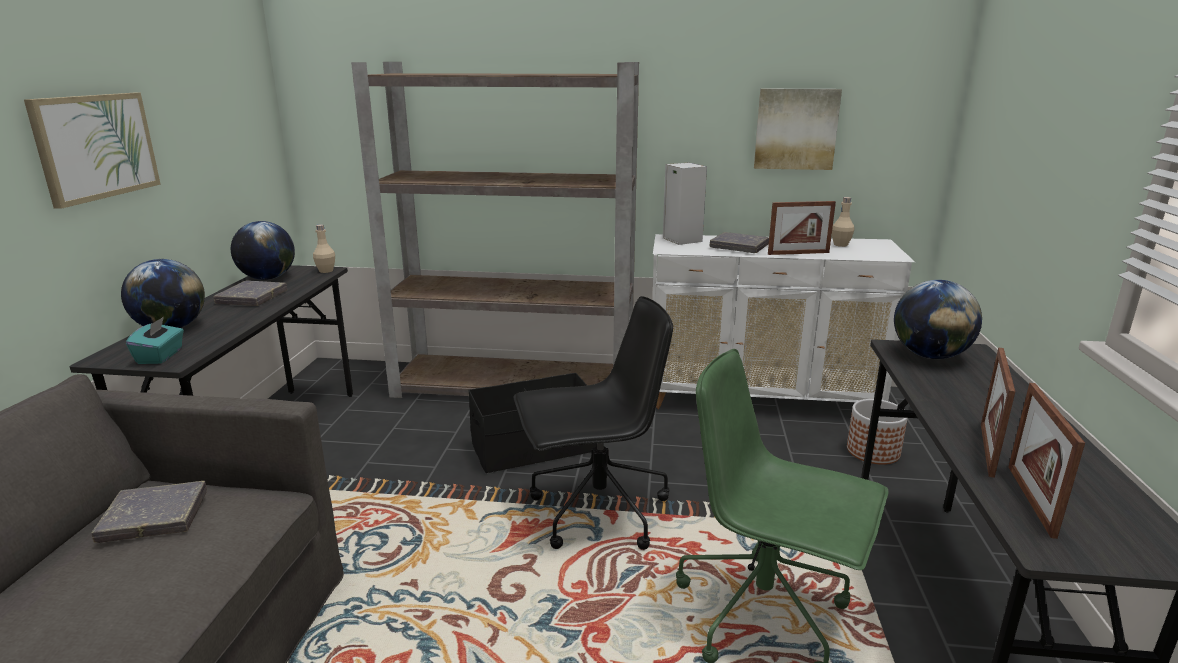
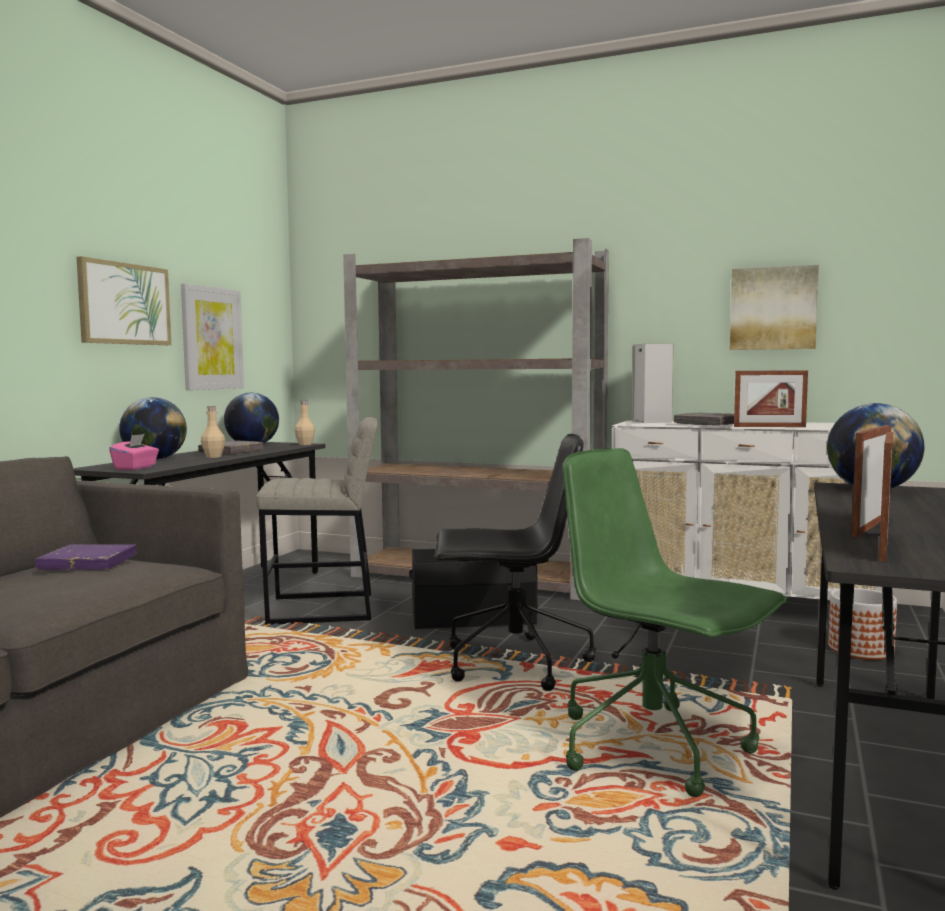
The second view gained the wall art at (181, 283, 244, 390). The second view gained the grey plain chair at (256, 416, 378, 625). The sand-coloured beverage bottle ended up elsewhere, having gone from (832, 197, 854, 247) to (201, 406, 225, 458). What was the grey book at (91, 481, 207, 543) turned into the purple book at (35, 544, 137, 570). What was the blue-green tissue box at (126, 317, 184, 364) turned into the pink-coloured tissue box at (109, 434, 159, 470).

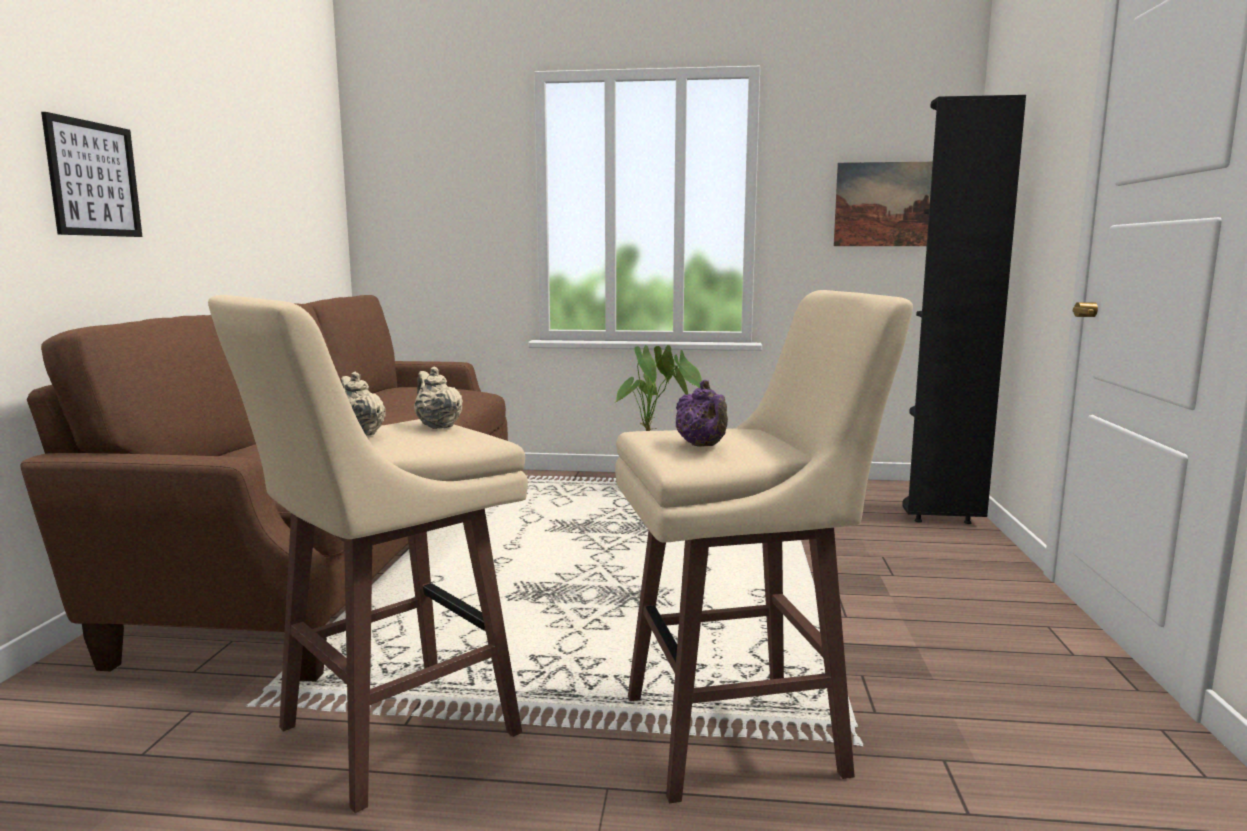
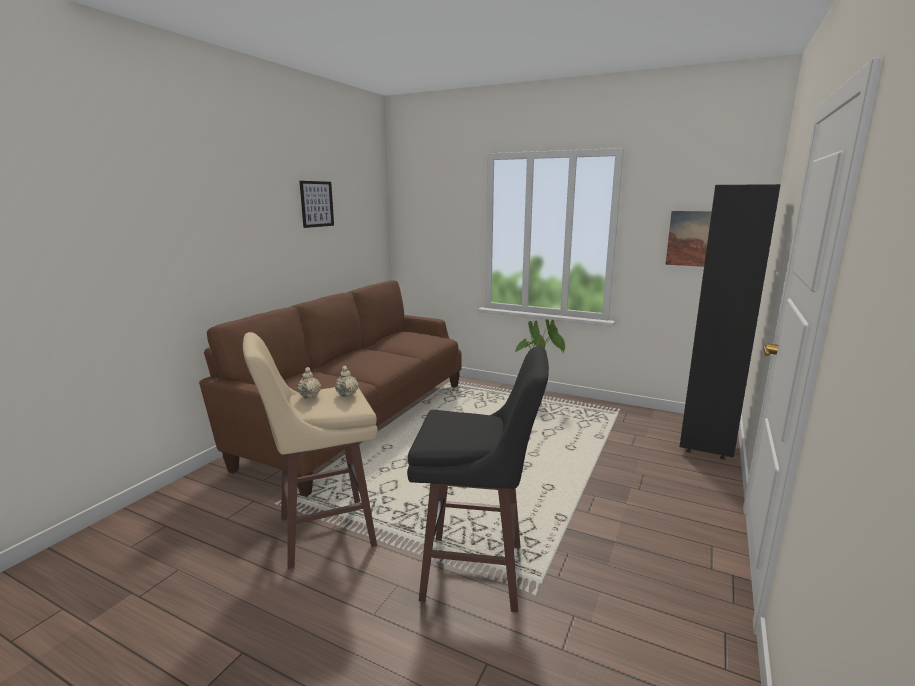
The second view lost the purple tea pot at (676, 380, 728, 447). The wall art ended up elsewhere, having gone from (41, 112, 142, 237) to (299, 181, 334, 228). What was the sand-coloured stool at (615, 290, 913, 803) turned into the black-coloured stool at (407, 346, 549, 612).

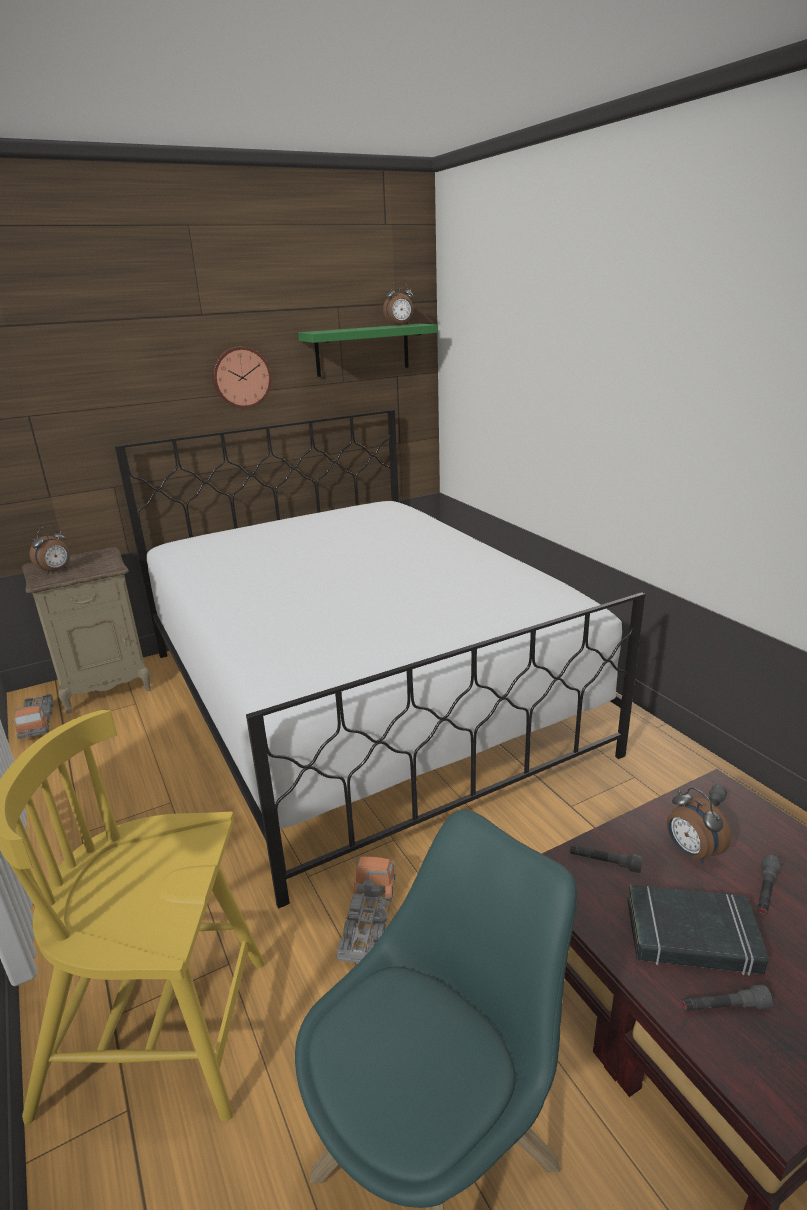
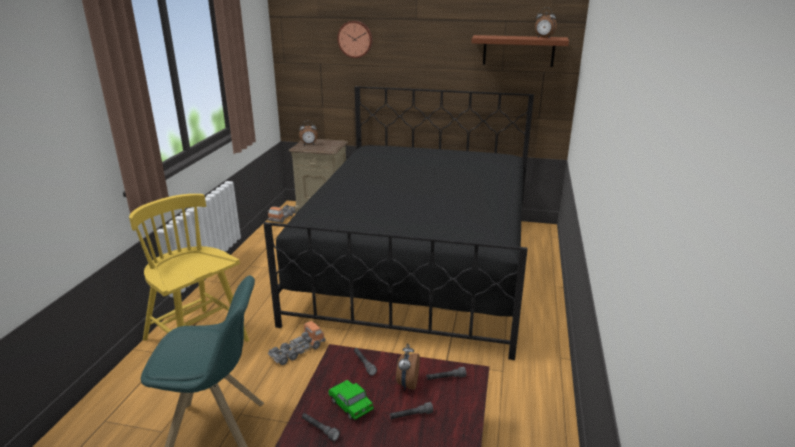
The hanging clock ended up elsewhere, having gone from (212, 346, 272, 408) to (337, 21, 372, 58). Where the black-coloured book stood at (627, 885, 769, 976), the toy car came to stand at (328, 380, 374, 420). What was the white sleeping bed at (114, 410, 645, 909) turned into the black-coloured sleeping bed at (264, 86, 534, 360). What was the green wall shelf at (298, 324, 438, 377) turned into the brownish wall shelf at (471, 35, 569, 67).

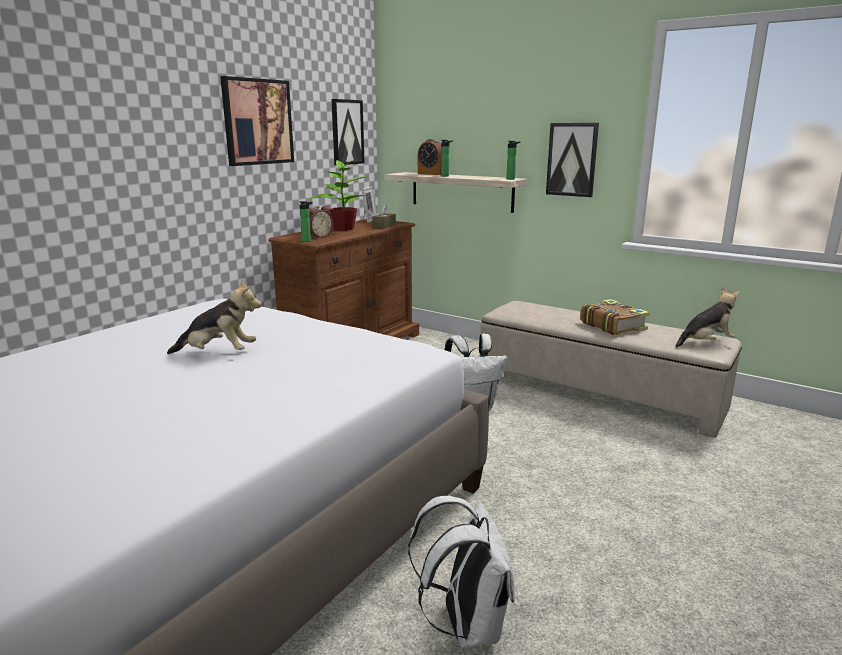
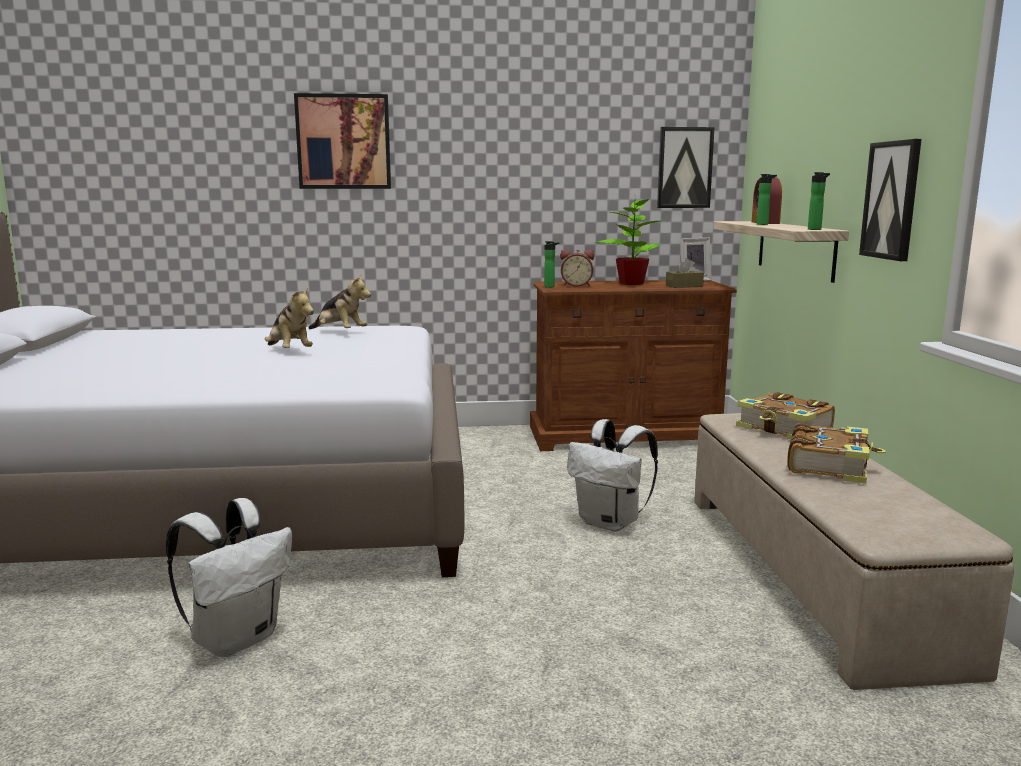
The second view gained the book at (736, 392, 835, 440). The wall art ended up elsewhere, having gone from (220, 76, 294, 166) to (294, 93, 391, 189). The soft toy ended up elsewhere, having gone from (675, 288, 740, 348) to (309, 274, 371, 329).

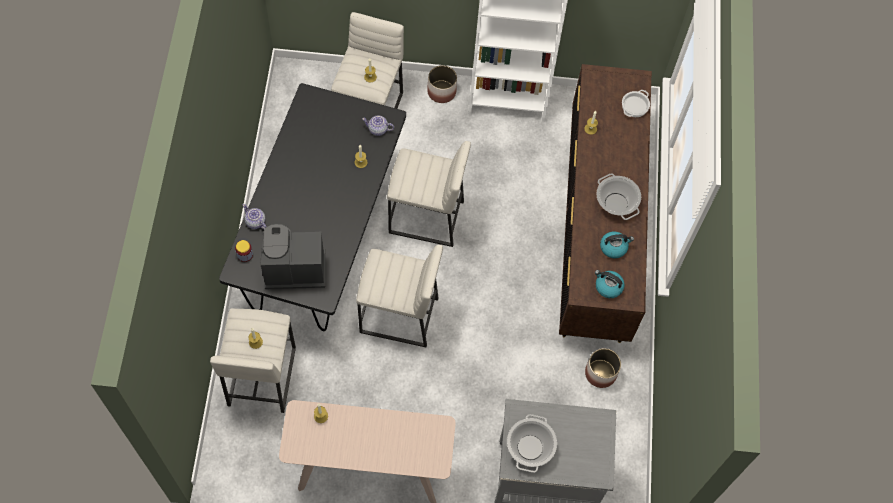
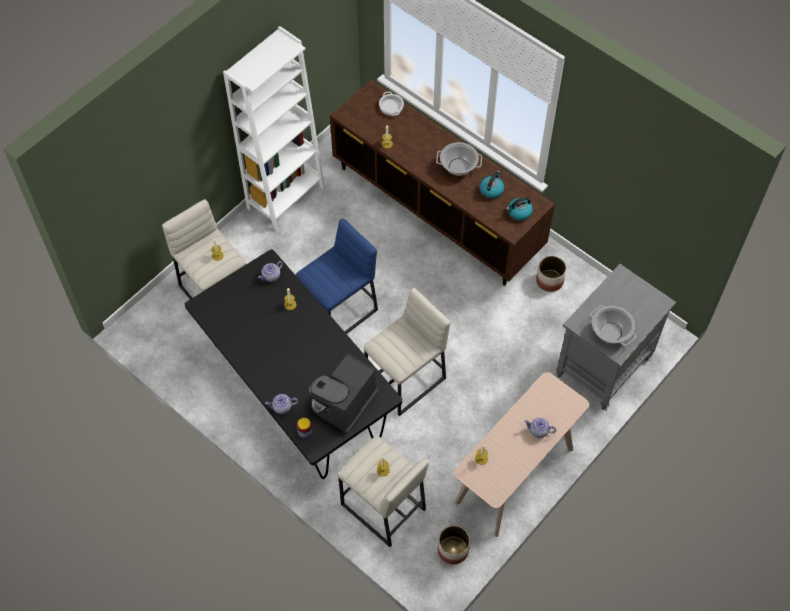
The second view gained the tea pot at (524, 418, 556, 438). The planter ended up elsewhere, having gone from (427, 65, 457, 103) to (438, 525, 470, 564). What was the sand-coloured stool at (387, 141, 471, 247) turned into the blue stool at (295, 218, 378, 334).

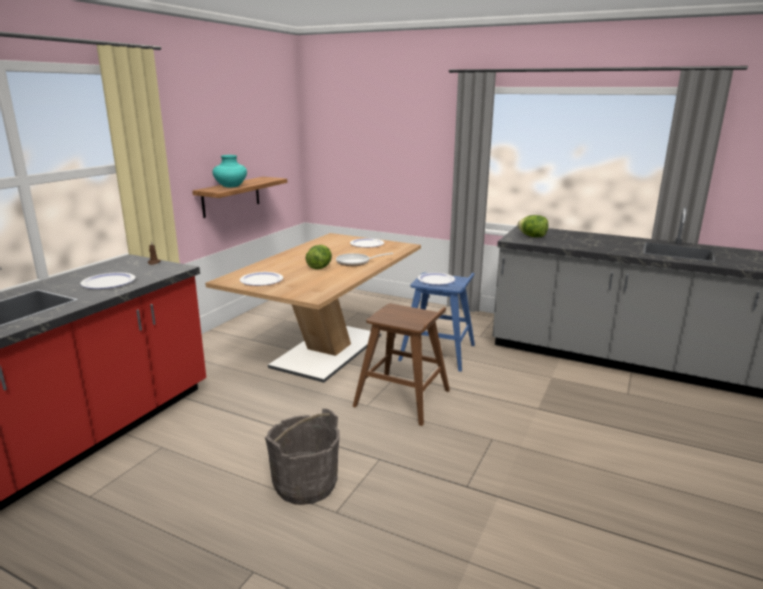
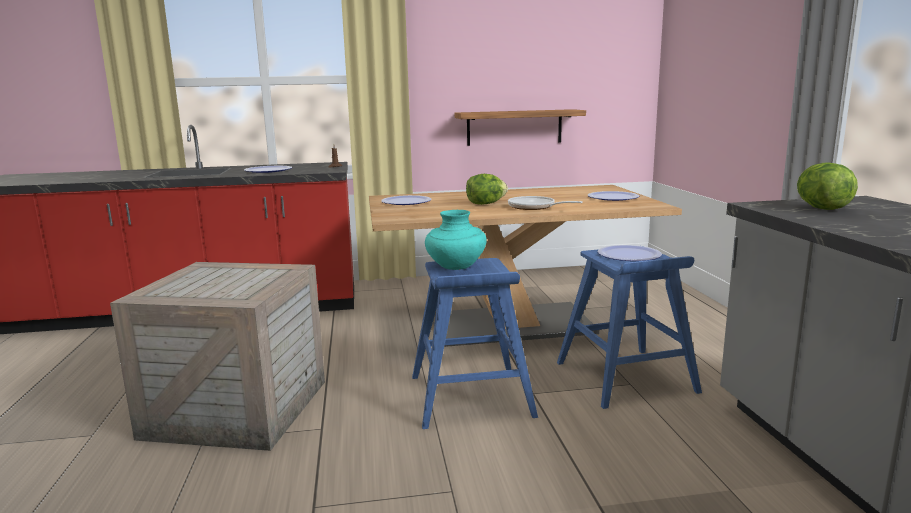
The blue-green flower vase ended up elsewhere, having gone from (213, 155, 247, 187) to (425, 210, 487, 270). Where the grey bucket stood at (265, 408, 340, 505), the shipping crate came to stand at (110, 262, 325, 451). What was the brownish stool at (353, 304, 450, 426) turned into the blue stool at (412, 258, 538, 429).

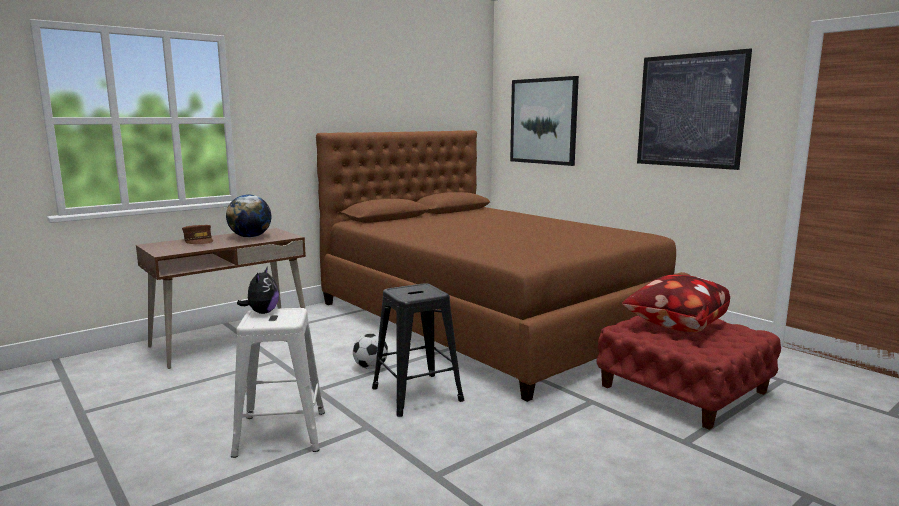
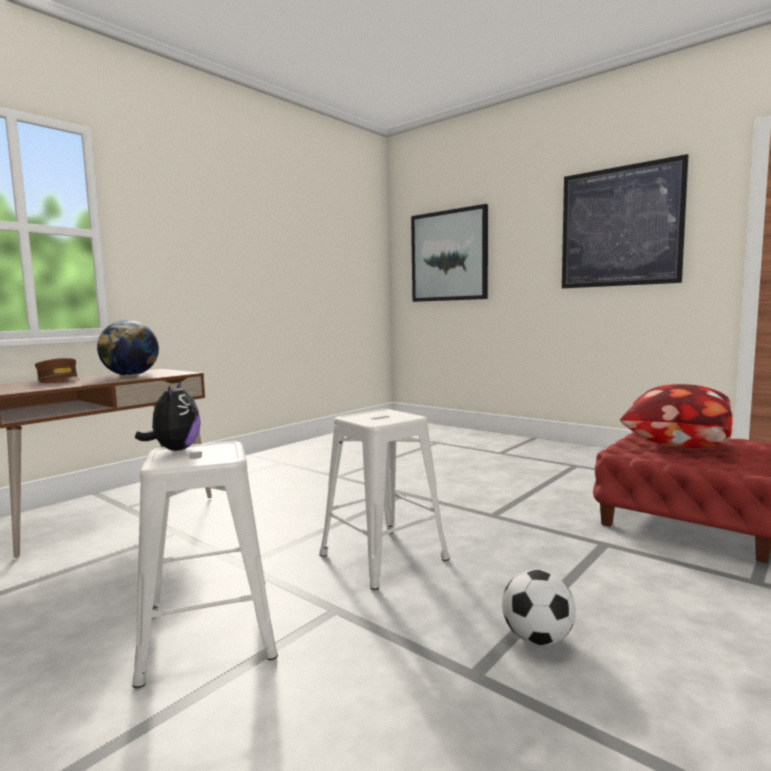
The second view lost the brownish sleeping bed at (316, 130, 690, 402). The ball for football ended up elsewhere, having gone from (353, 334, 388, 369) to (502, 570, 576, 646). What was the black-coloured stool at (372, 283, 464, 417) turned into the white stool at (319, 409, 450, 590).

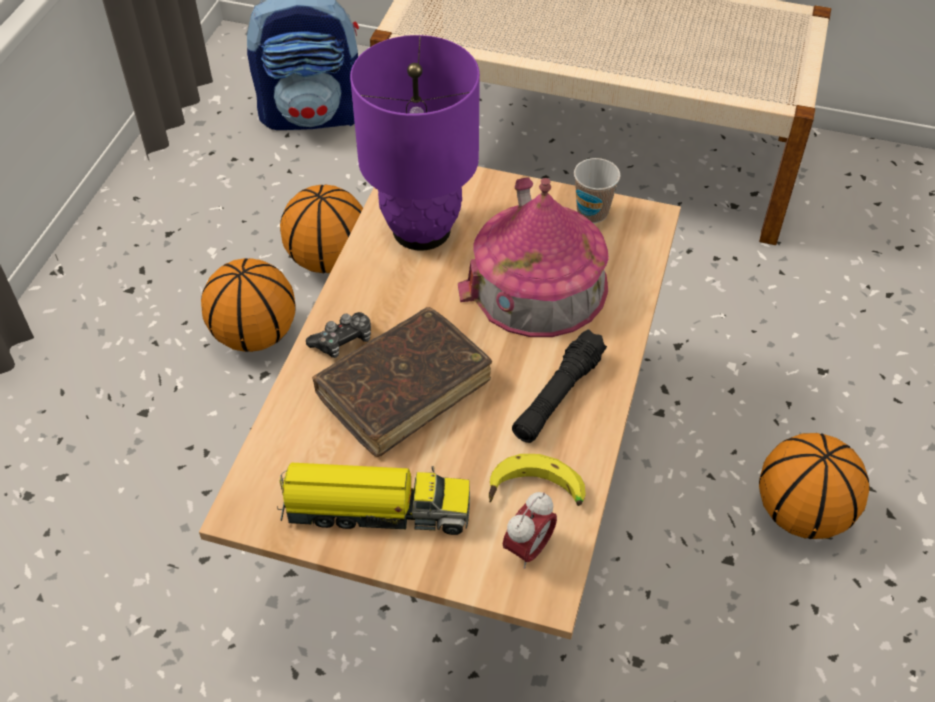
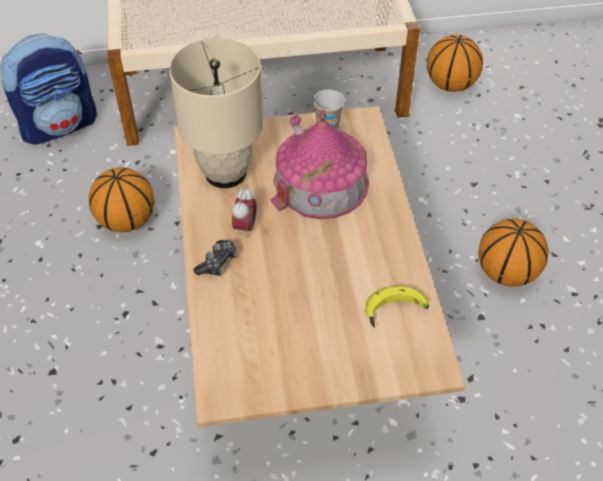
The second view lost the toy lorry at (277, 463, 470, 535). The second view lost the brownish book at (312, 307, 492, 457). The second view lost the black-coloured hand torch at (512, 329, 607, 443). The basketball ended up elsewhere, having gone from (201, 258, 296, 352) to (427, 35, 483, 92). The bedside clock ended up elsewhere, having gone from (503, 492, 557, 569) to (232, 187, 257, 238). What was the purple tabletop lamp at (350, 35, 480, 251) turned into the sand-coloured tabletop lamp at (169, 38, 263, 188).

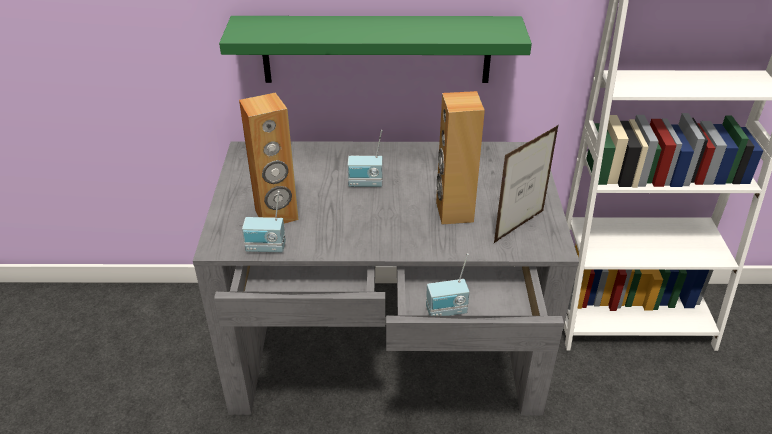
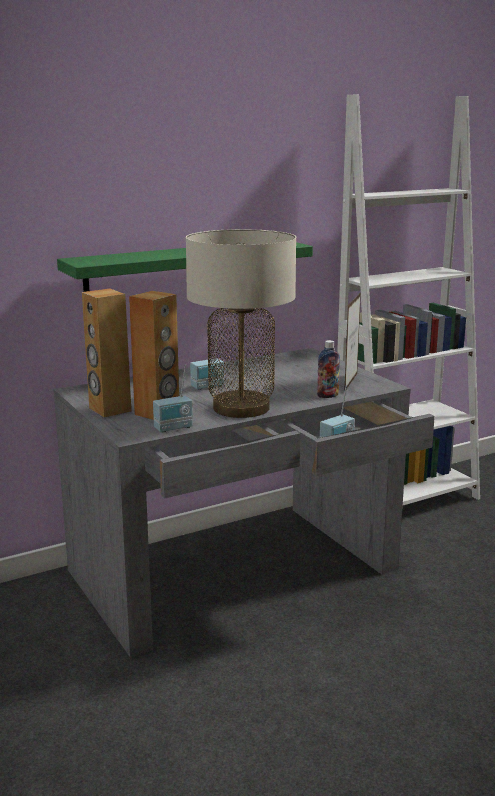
The second view gained the tabletop lamp at (186, 229, 296, 418). The second view gained the beverage bottle at (317, 340, 340, 398). The brownish speaker ended up elsewhere, having gone from (436, 91, 485, 224) to (82, 289, 131, 417).

